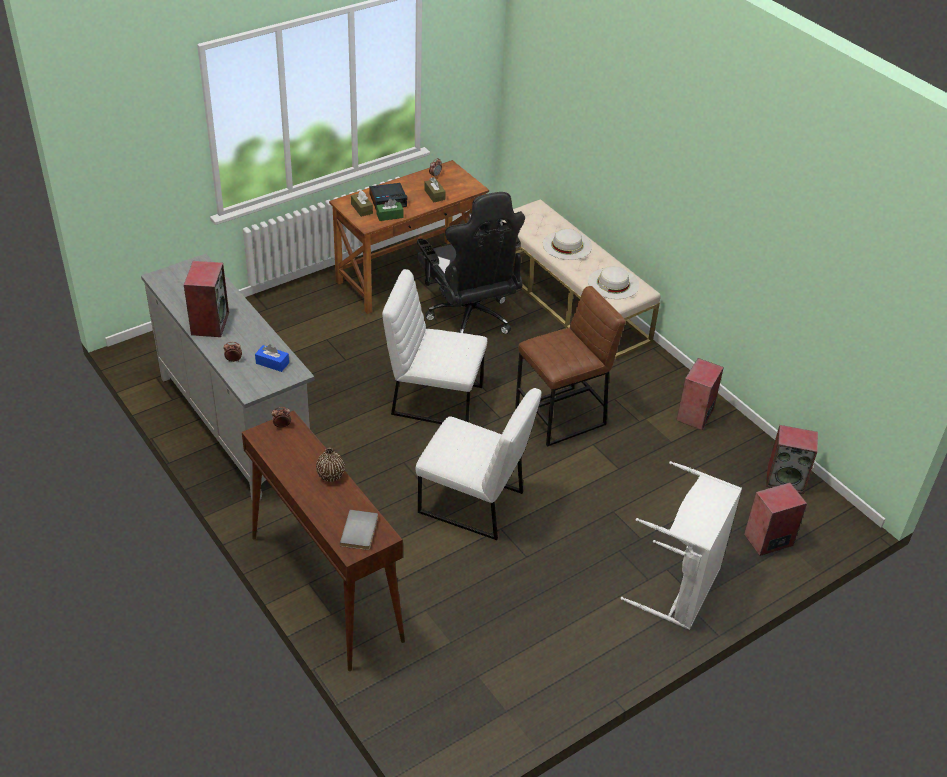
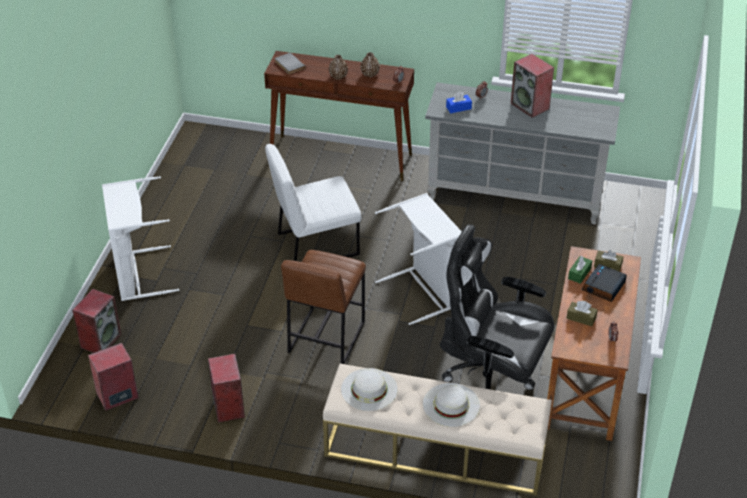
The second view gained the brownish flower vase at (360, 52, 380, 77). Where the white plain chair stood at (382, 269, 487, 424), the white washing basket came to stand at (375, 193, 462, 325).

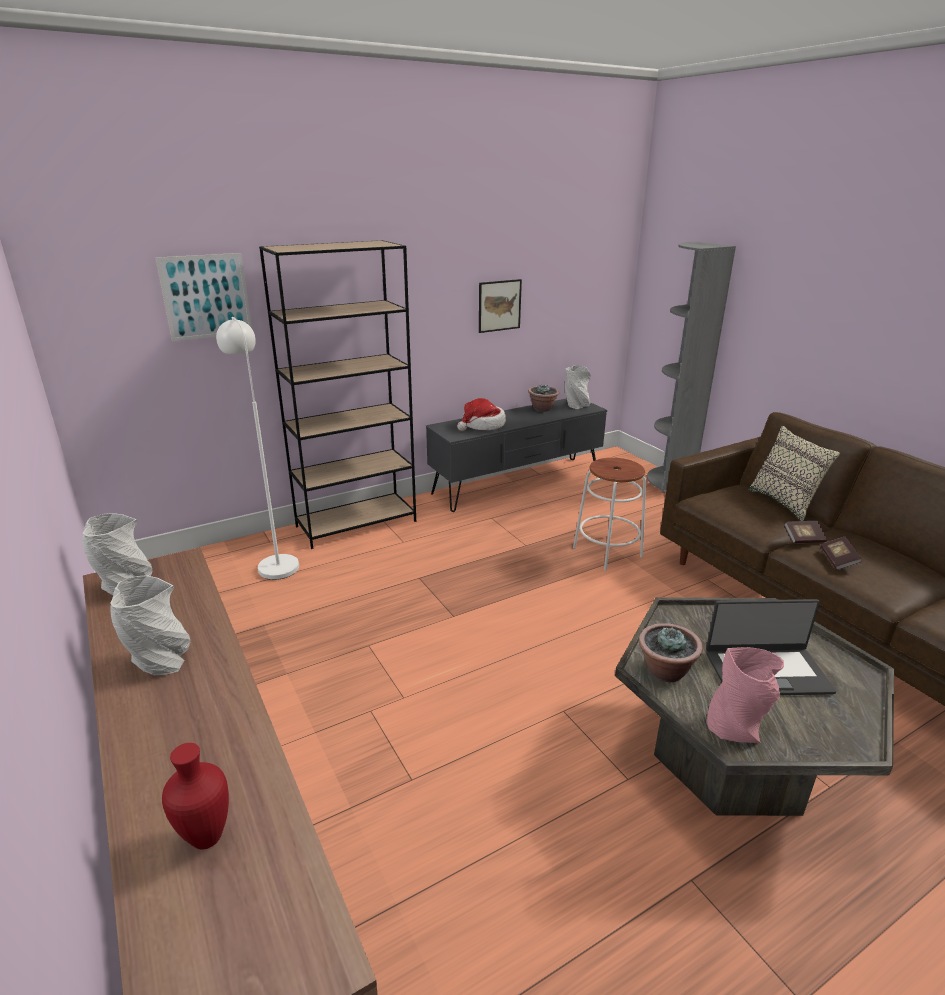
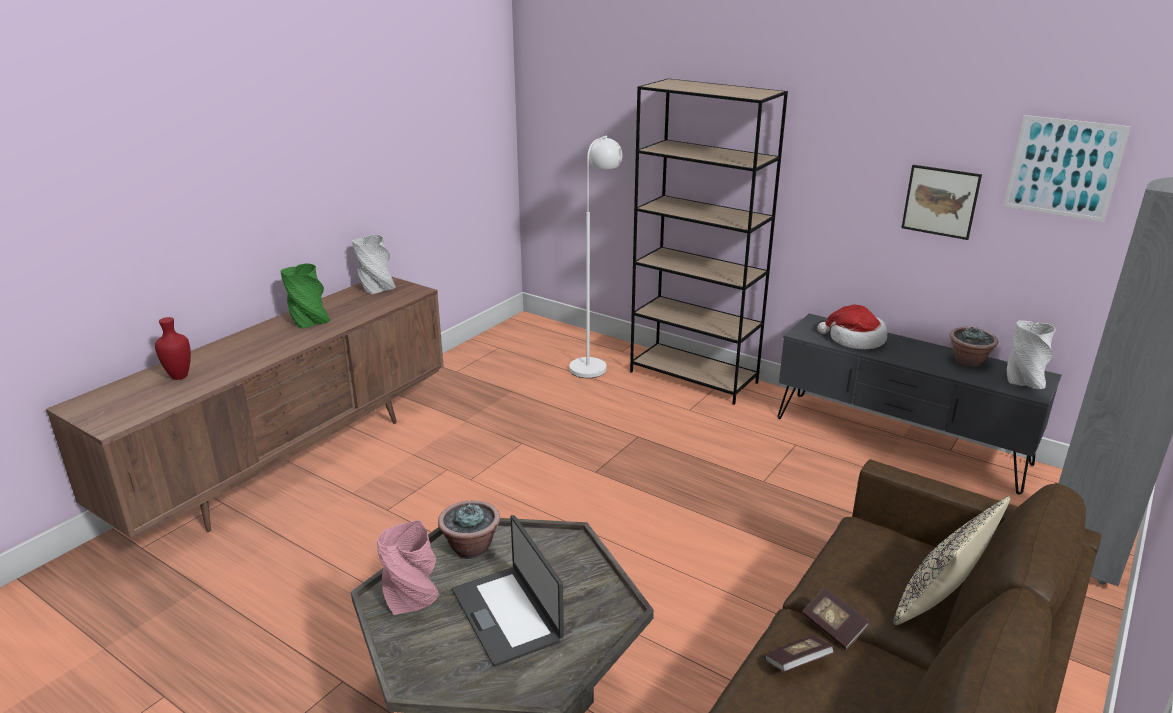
The second view lost the white stool at (573, 458, 646, 571). The wall art ended up elsewhere, having gone from (156, 253, 252, 341) to (1004, 115, 1131, 222). What was the grey flower vase at (110, 575, 191, 676) turned into the green flower vase at (281, 263, 330, 329).

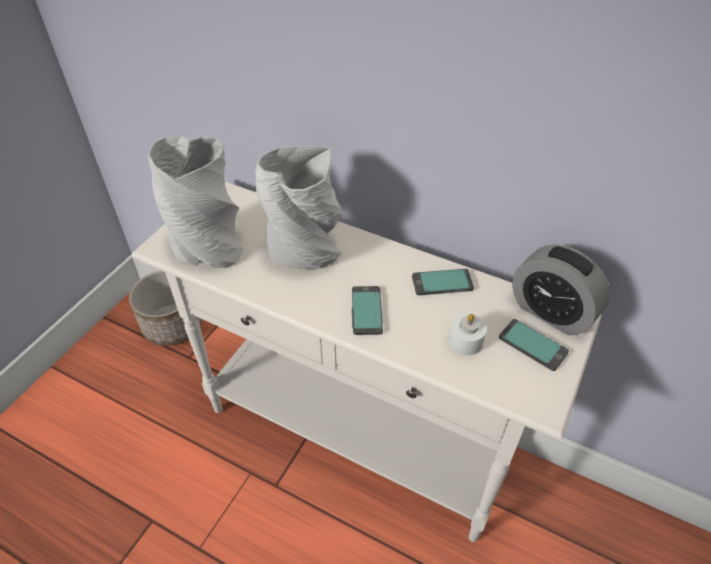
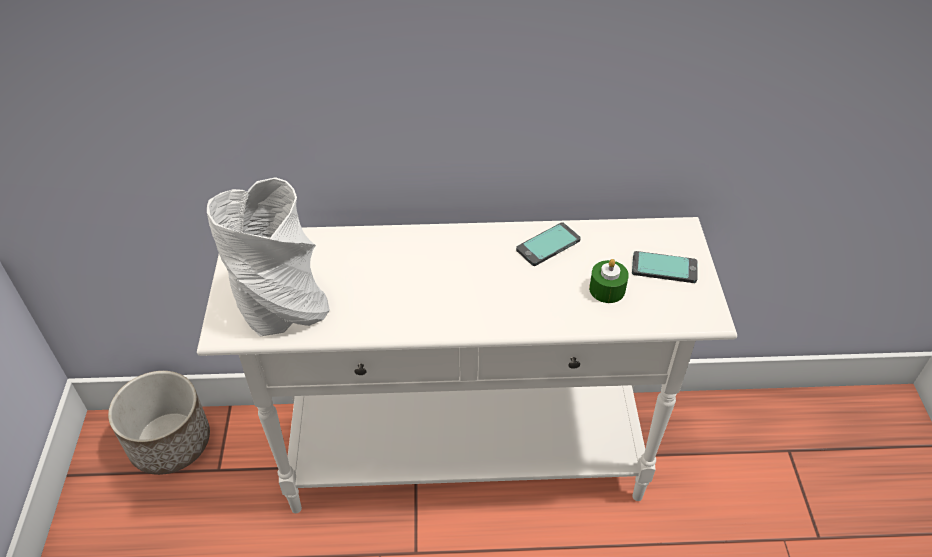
The second view lost the grey flower vase at (255, 146, 341, 269). The second view lost the handset at (352, 286, 383, 335). The second view lost the bedside clock at (512, 244, 610, 335). What was the white wax candle at (448, 313, 487, 355) turned into the green wax candle at (589, 259, 629, 303).

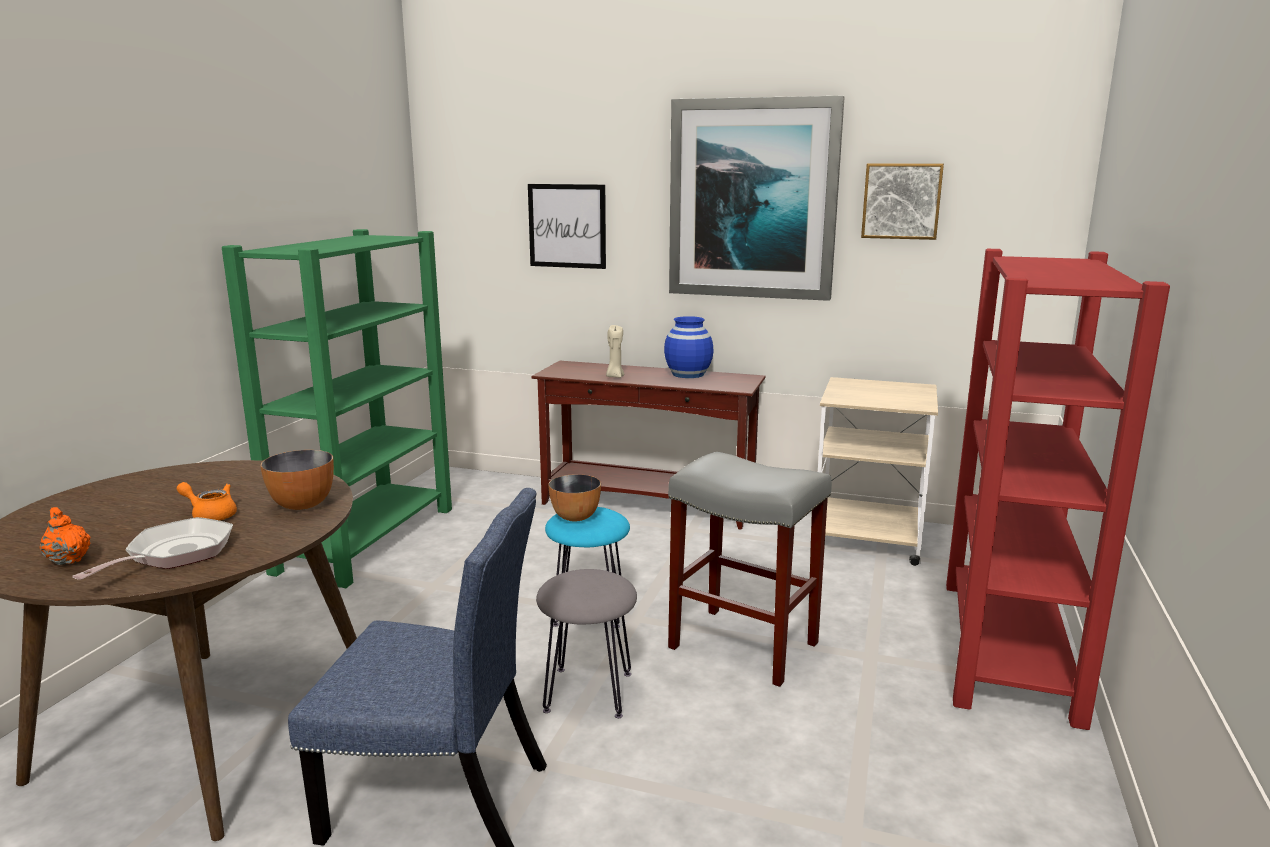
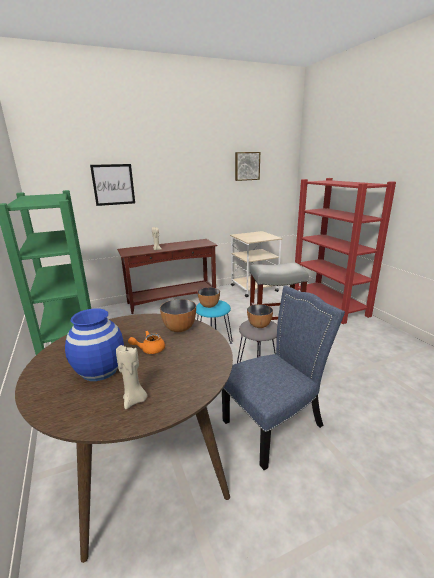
The second view lost the pan at (73, 517, 233, 579). The second view lost the wall art at (669, 95, 844, 301). The second view gained the deep dish at (247, 304, 273, 328). The blue flower vase ended up elsewhere, having gone from (664, 316, 713, 378) to (65, 308, 124, 381). Where the orange tea pot stood at (40, 507, 91, 565), the sand-coloured wax candle came to stand at (116, 345, 147, 409).

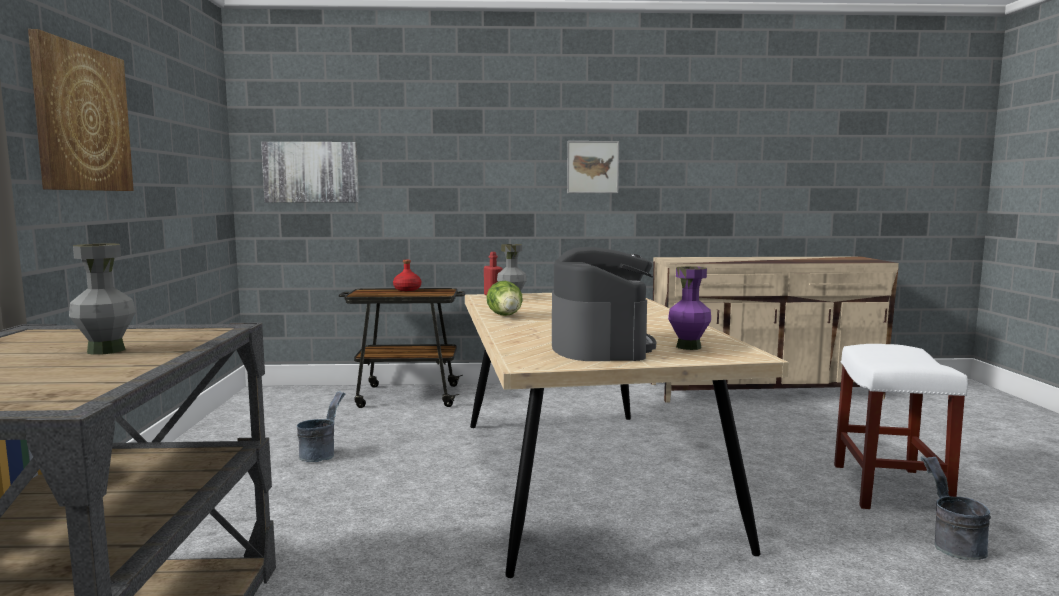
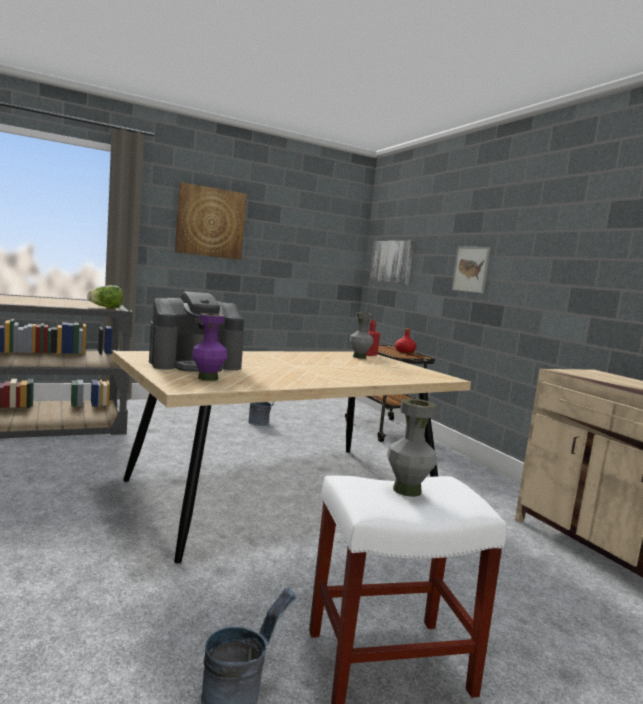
The grey flower vase ended up elsewhere, having gone from (69, 244, 136, 355) to (387, 398, 437, 497). The lettuce ended up elsewhere, having gone from (487, 281, 523, 316) to (87, 285, 123, 308). The wall art ended up elsewhere, having gone from (567, 141, 619, 193) to (452, 247, 490, 294).

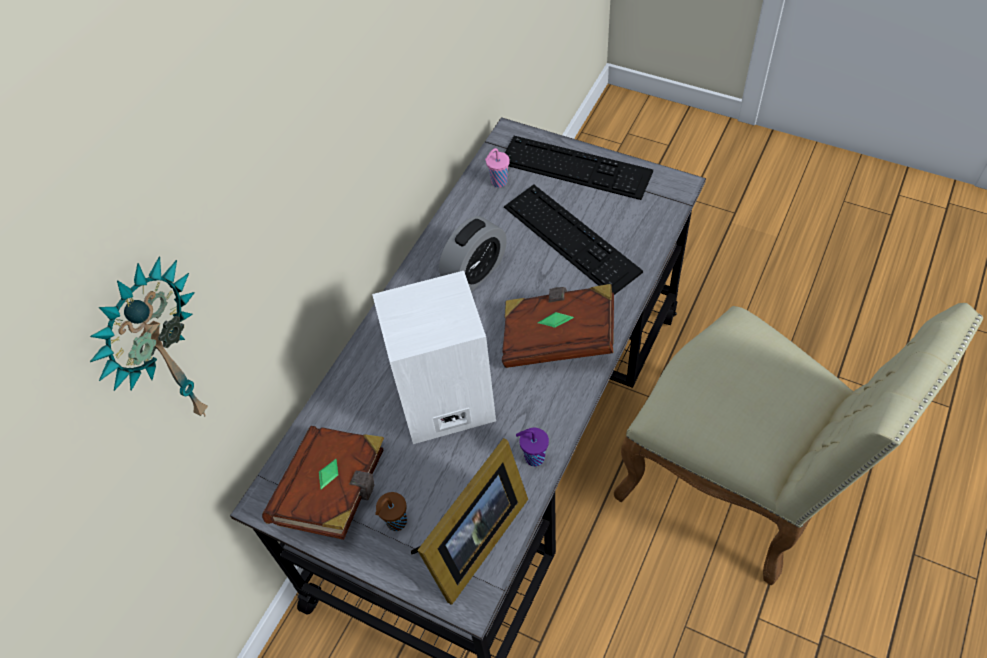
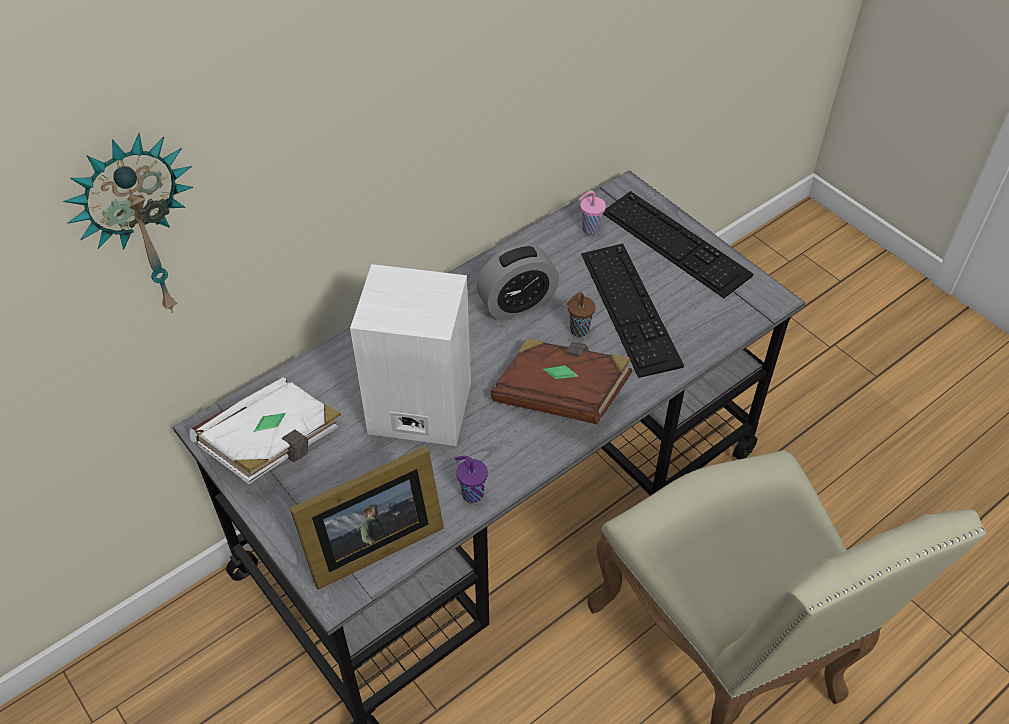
The brownish drinking cup ended up elsewhere, having gone from (375, 492, 407, 531) to (567, 292, 595, 337). What was the brownish book at (262, 426, 384, 540) turned into the white book at (189, 377, 341, 484).

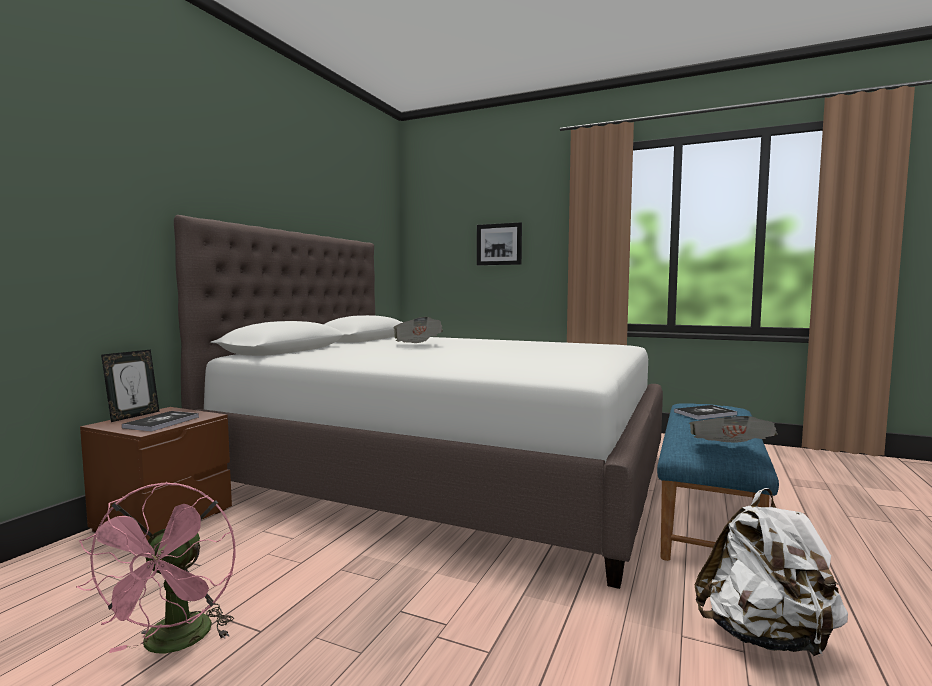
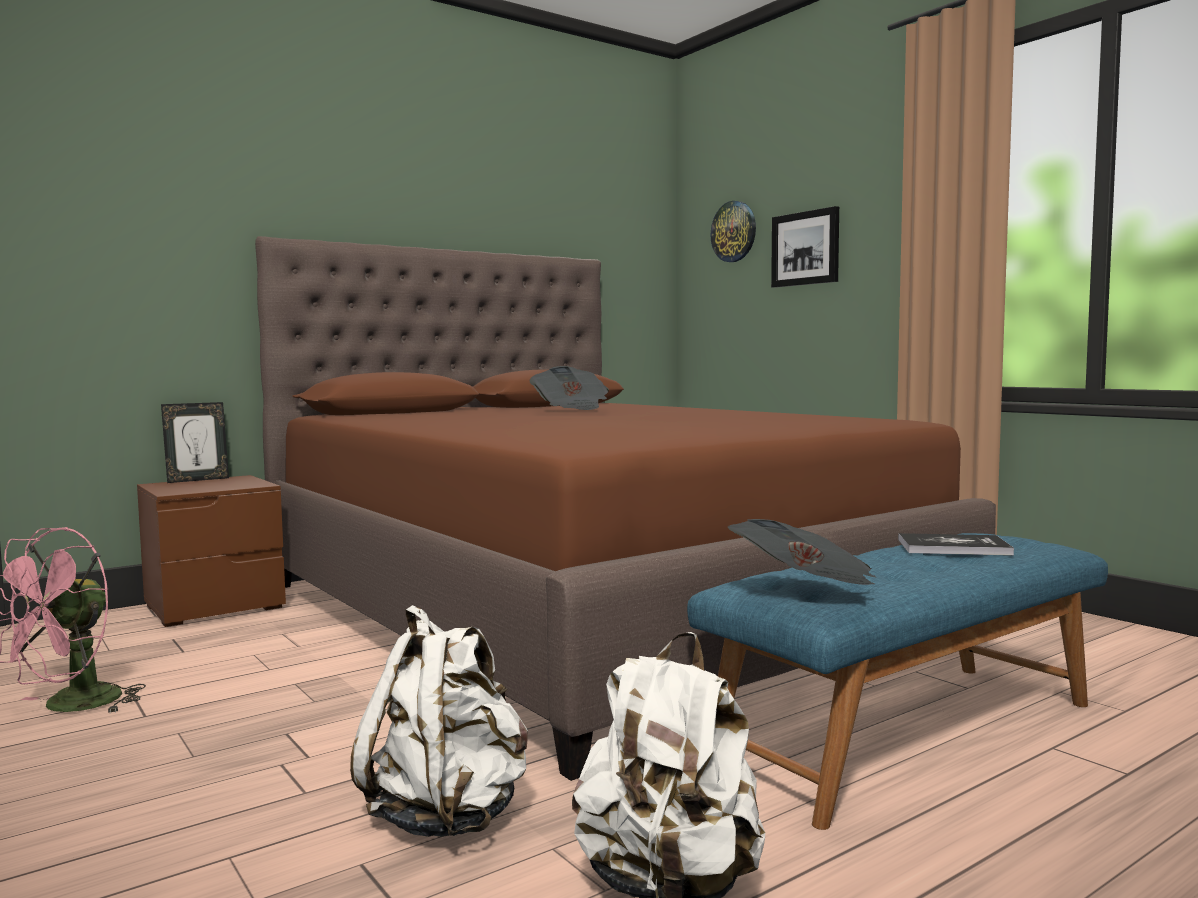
The second view lost the book at (122, 411, 199, 431). The second view gained the white knapsack at (350, 605, 528, 837). The second view gained the hanging clock at (710, 201, 756, 262). What was the white sleeping bed at (174, 215, 663, 589) turned into the brownish sleeping bed at (255, 236, 996, 781).

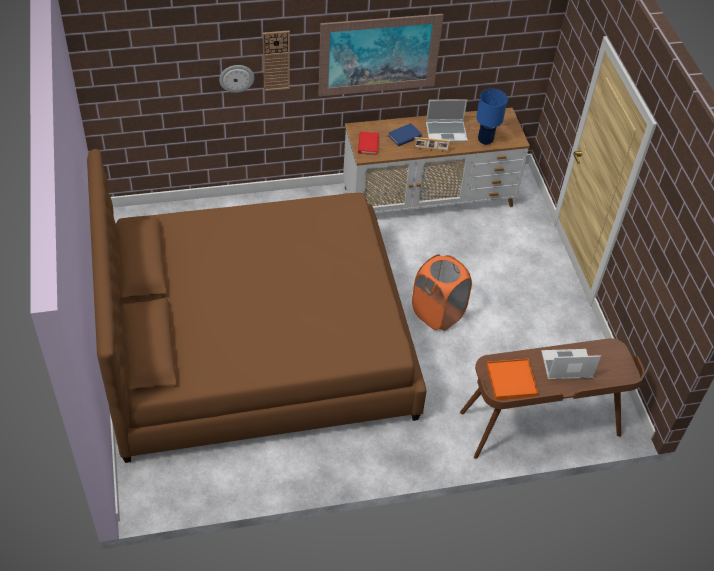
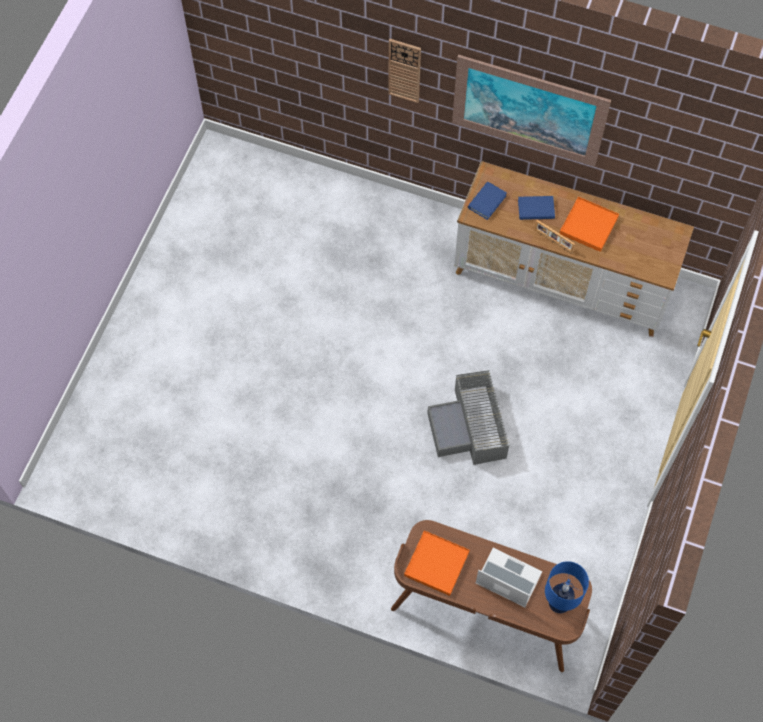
The second view lost the brownish sleeping bed at (87, 149, 427, 463). The second view lost the hanging clock at (219, 65, 254, 93). The blue tabletop lamp ended up elsewhere, having gone from (476, 89, 508, 145) to (545, 561, 589, 613). Where the orange washing basket stood at (412, 254, 472, 331), the grey storage box came to stand at (427, 370, 510, 465). Where the notebook computer stood at (426, 99, 468, 142), the orange carrying tray came to stand at (559, 197, 619, 252). What was the red-coloured book at (358, 132, 379, 155) turned into the blue book at (468, 182, 507, 220).

